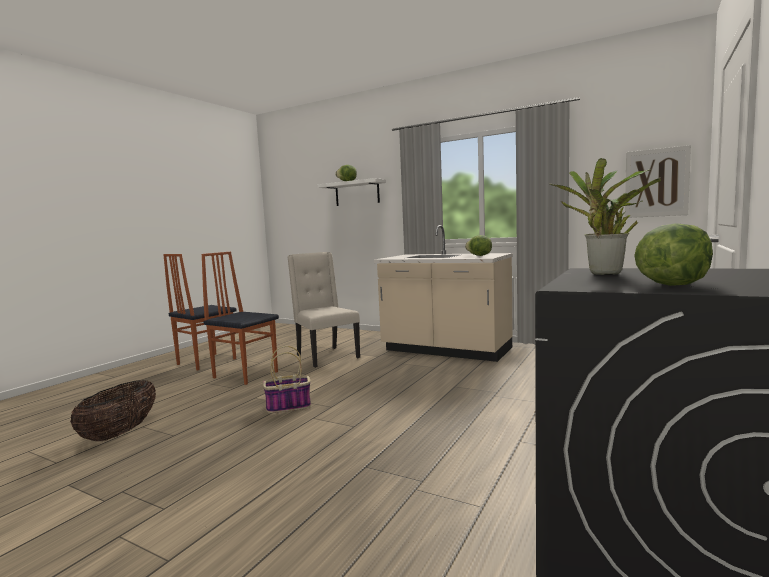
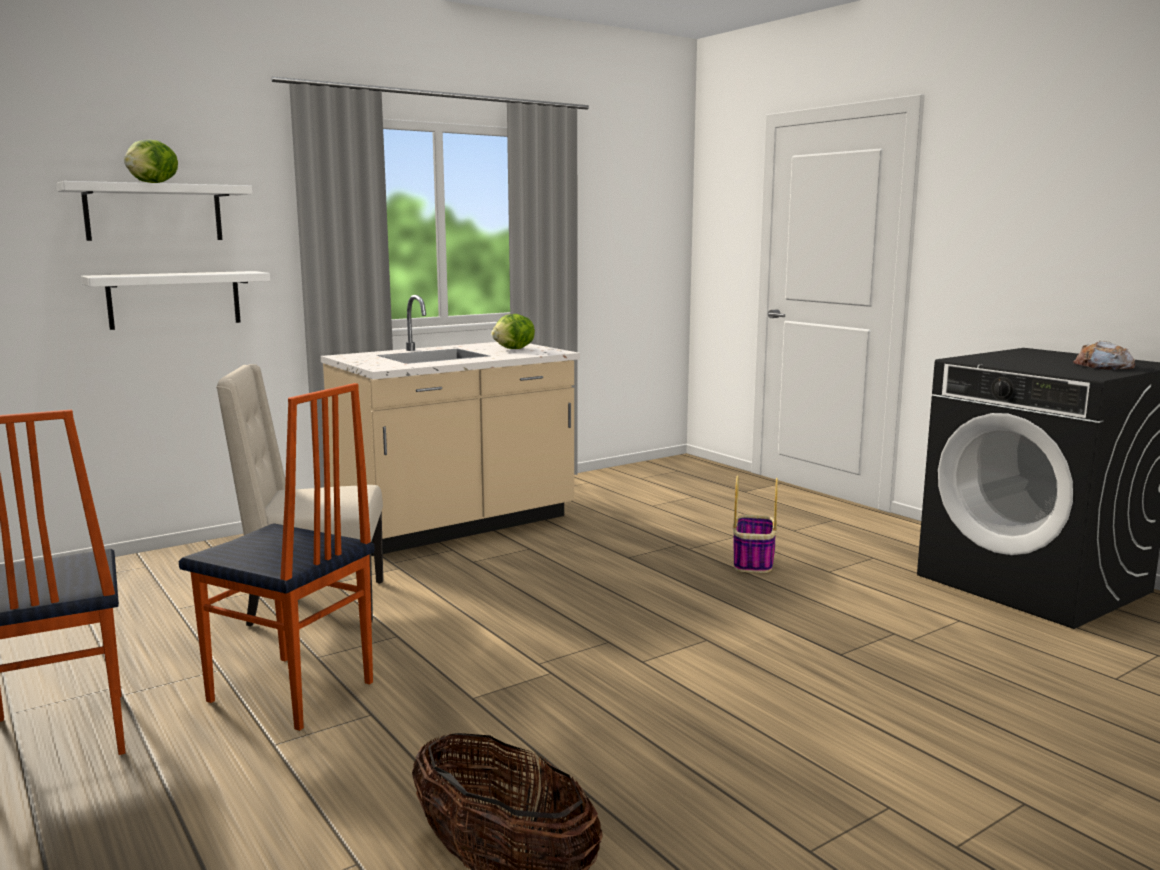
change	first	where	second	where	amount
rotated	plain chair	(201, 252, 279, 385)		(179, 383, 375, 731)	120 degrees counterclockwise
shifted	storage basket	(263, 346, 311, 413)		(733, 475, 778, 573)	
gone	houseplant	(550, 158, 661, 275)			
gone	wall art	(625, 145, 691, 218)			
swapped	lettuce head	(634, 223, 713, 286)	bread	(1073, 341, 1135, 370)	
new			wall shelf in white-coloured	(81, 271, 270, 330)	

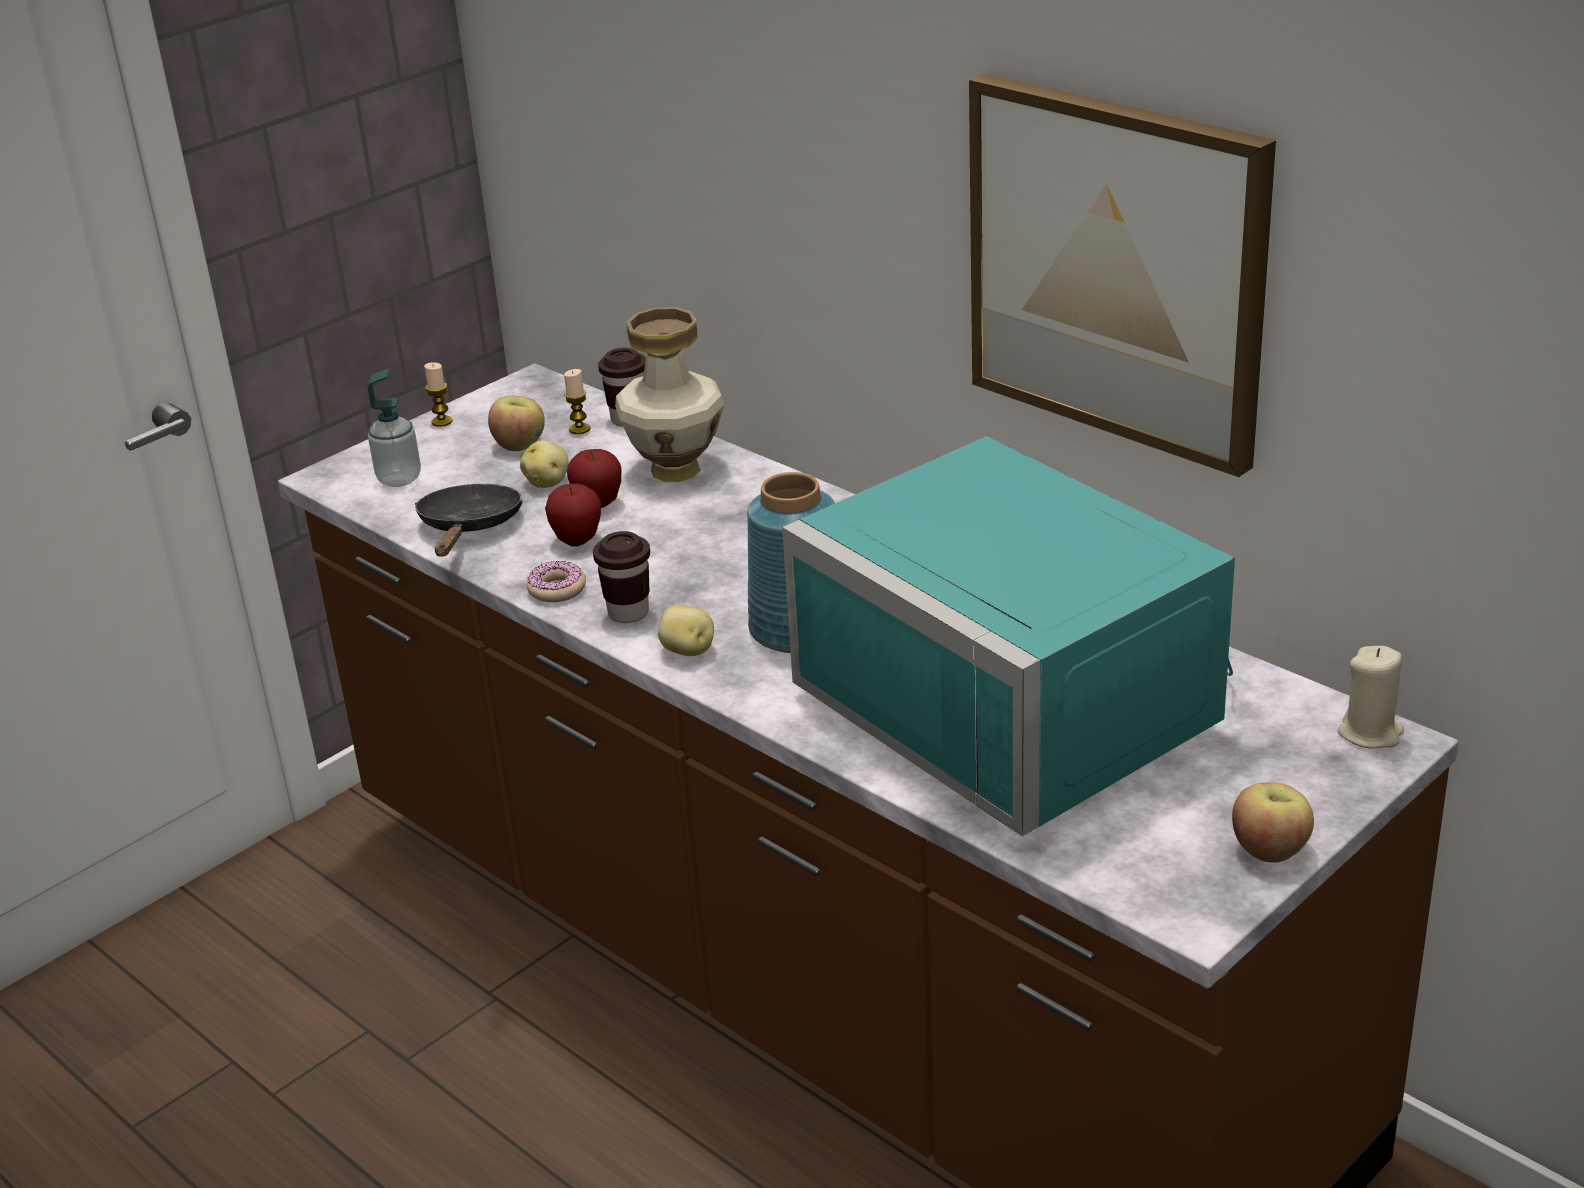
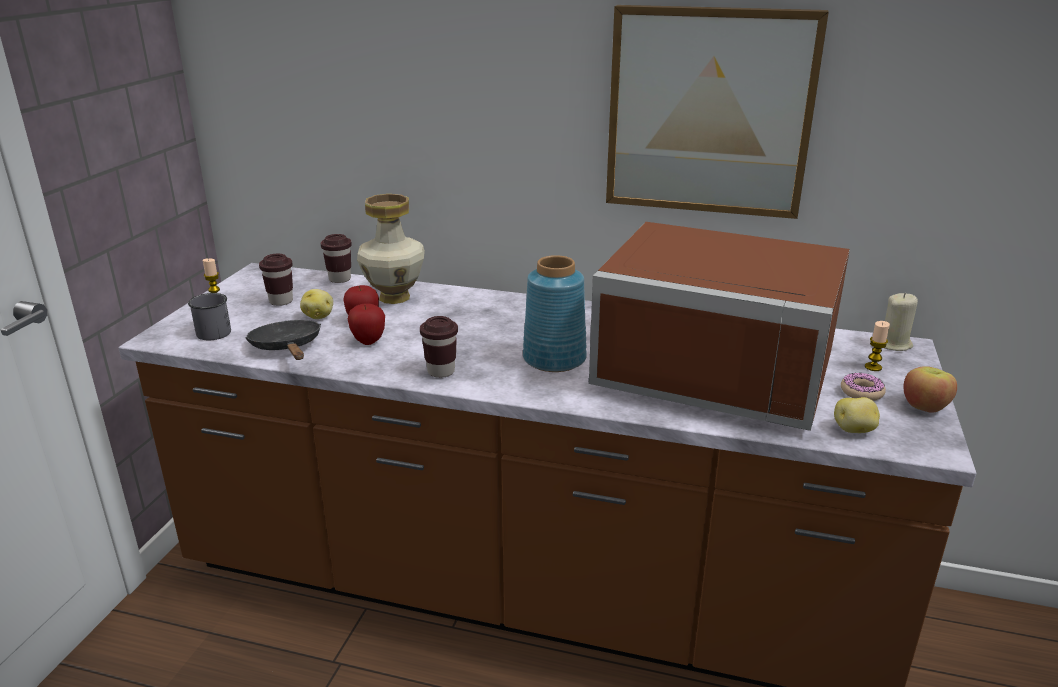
change	first	where	second	where	amount
swapped	soap bottle	(368, 369, 421, 487)	mug in greyish	(188, 293, 231, 340)	
swapped	apple fruit	(488, 396, 545, 451)	small cup in brownish	(259, 254, 293, 306)	
shifted	ring doughnut	(527, 561, 586, 602)		(841, 372, 886, 401)	
shifted	candle	(564, 369, 590, 434)		(865, 321, 890, 371)	
shifted	whole potato	(658, 605, 714, 656)		(834, 397, 880, 433)	
repainted	kitchen microwave in turquoise	(782, 436, 1235, 836)	kitchen microwave in brownish	(589, 222, 850, 431)	

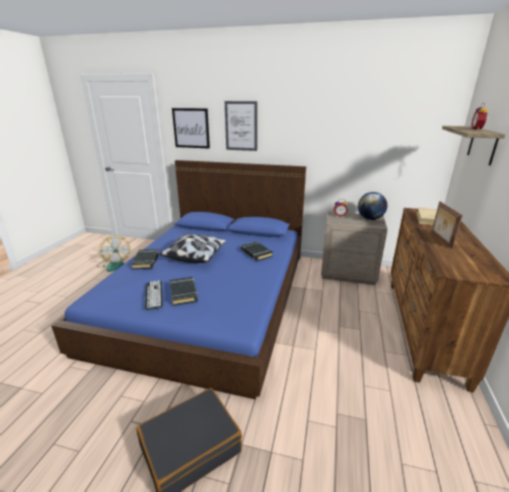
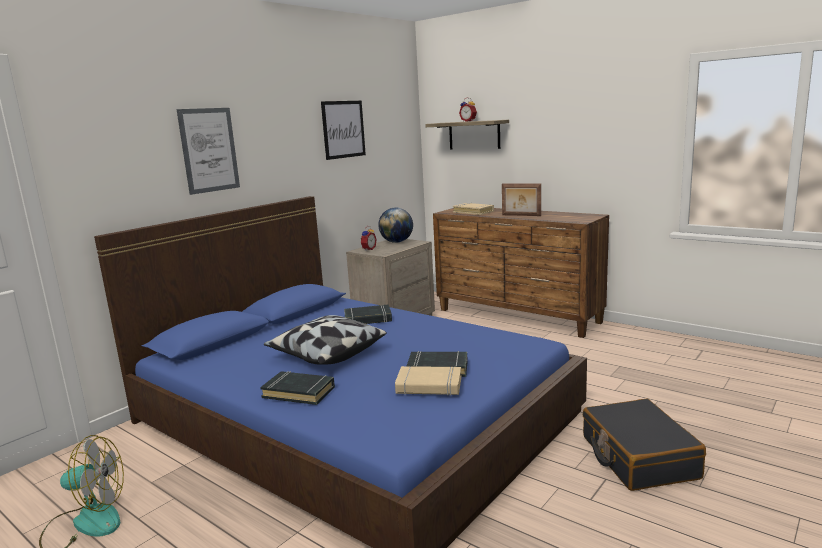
change	first	where	second	where	amount
swapped	computer keyboard	(145, 281, 163, 310)	book in beige	(395, 366, 461, 396)	
shifted	wall art	(172, 108, 210, 148)		(321, 101, 366, 160)	

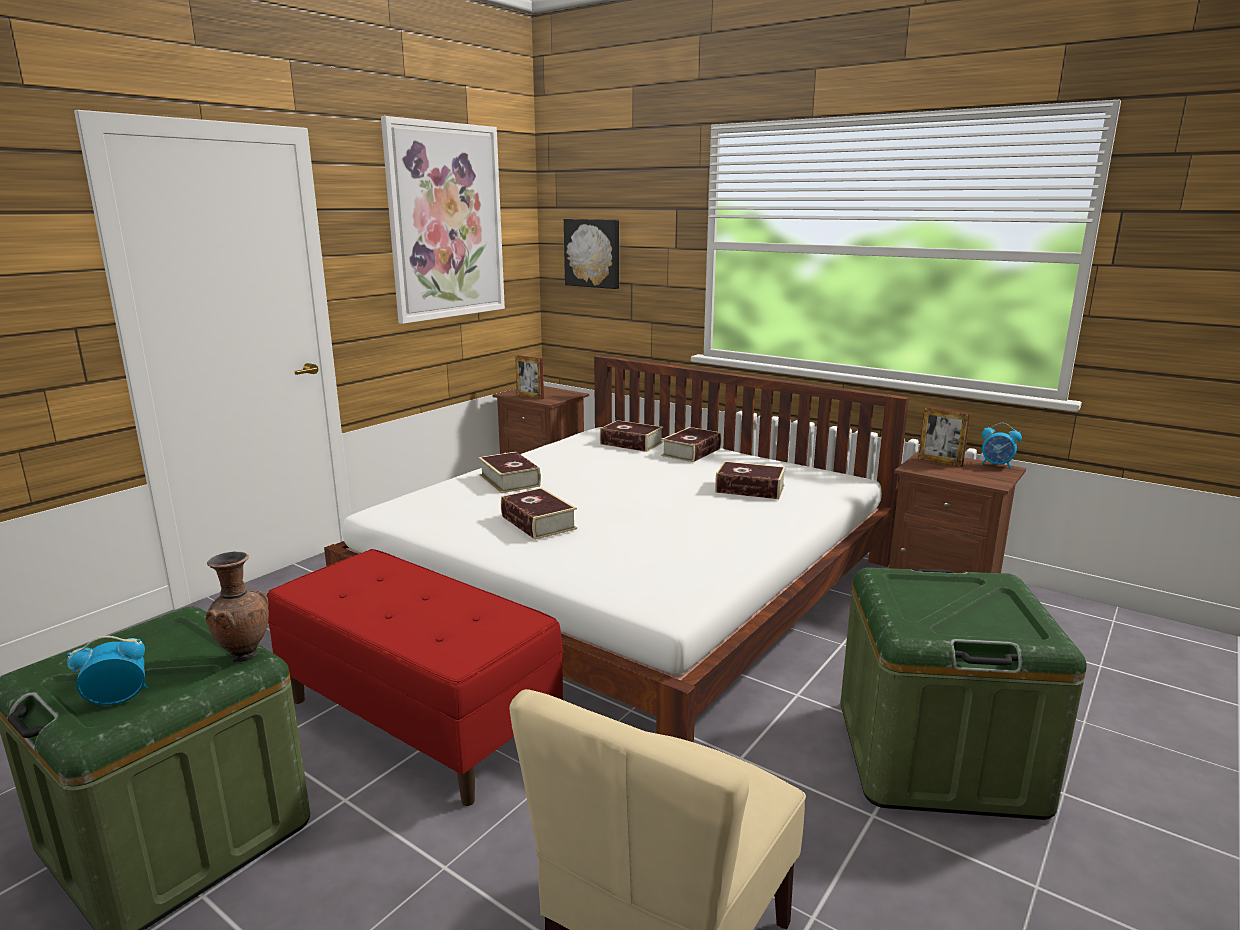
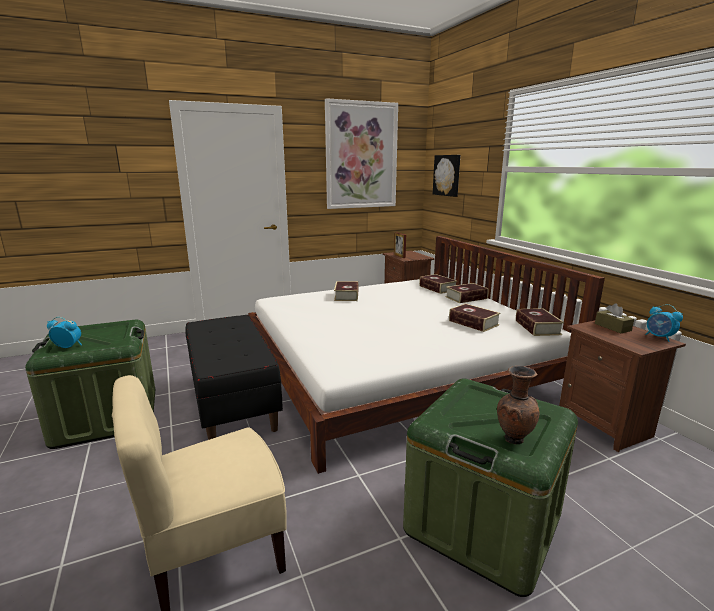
change	first	where	second	where	amount
shifted	flower vase in brownish	(206, 551, 269, 662)		(497, 366, 540, 444)	
repainted	long seat in reddish	(267, 549, 563, 806)	long seat in black-coloured	(185, 315, 283, 440)	
shifted	book	(501, 488, 577, 540)		(516, 308, 564, 336)	
swapped	standing frame	(918, 407, 970, 467)	box of tissues in brownish	(595, 303, 634, 333)	

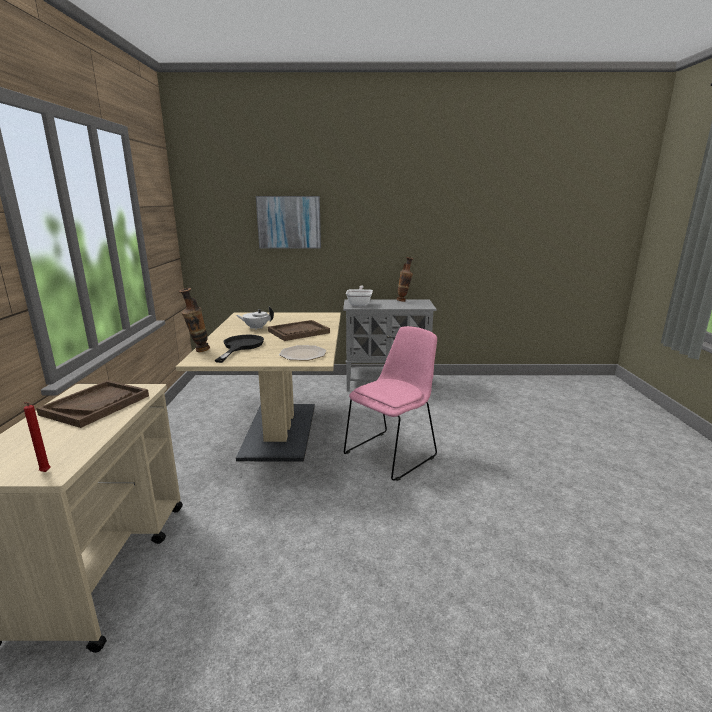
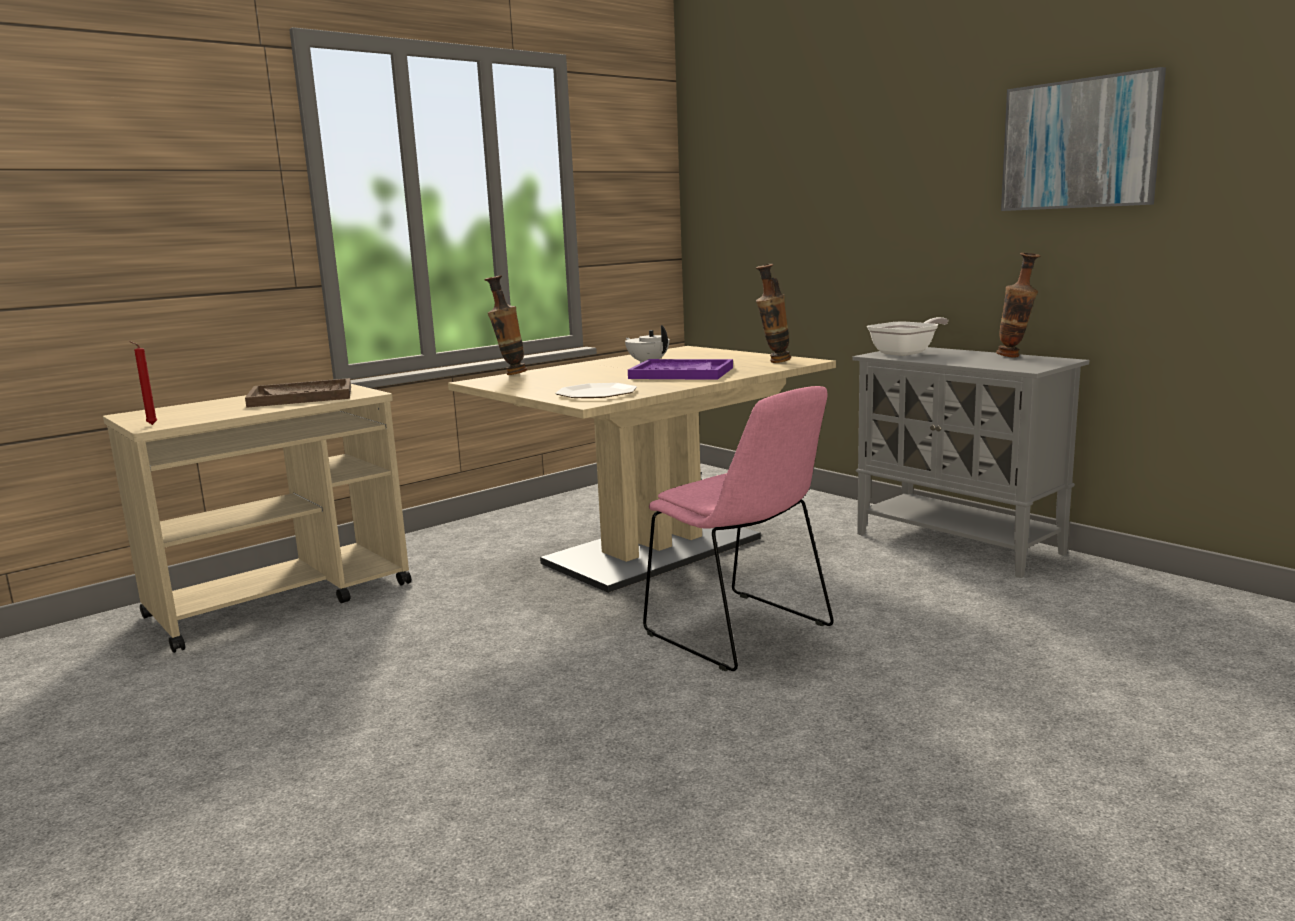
change	first	where	second	where	amount
gone	frying pan in black-coloured	(215, 335, 264, 363)			
shifted	wall art	(256, 196, 321, 249)		(1001, 67, 1166, 211)	
repainted	serving tray in brownish	(268, 320, 330, 341)	serving tray in purplish	(628, 359, 733, 380)	
rotated	plain chair in pink	(344, 326, 437, 481)		(643, 386, 834, 671)	45 degrees clockwise
new			flower vase	(756, 264, 791, 363)	

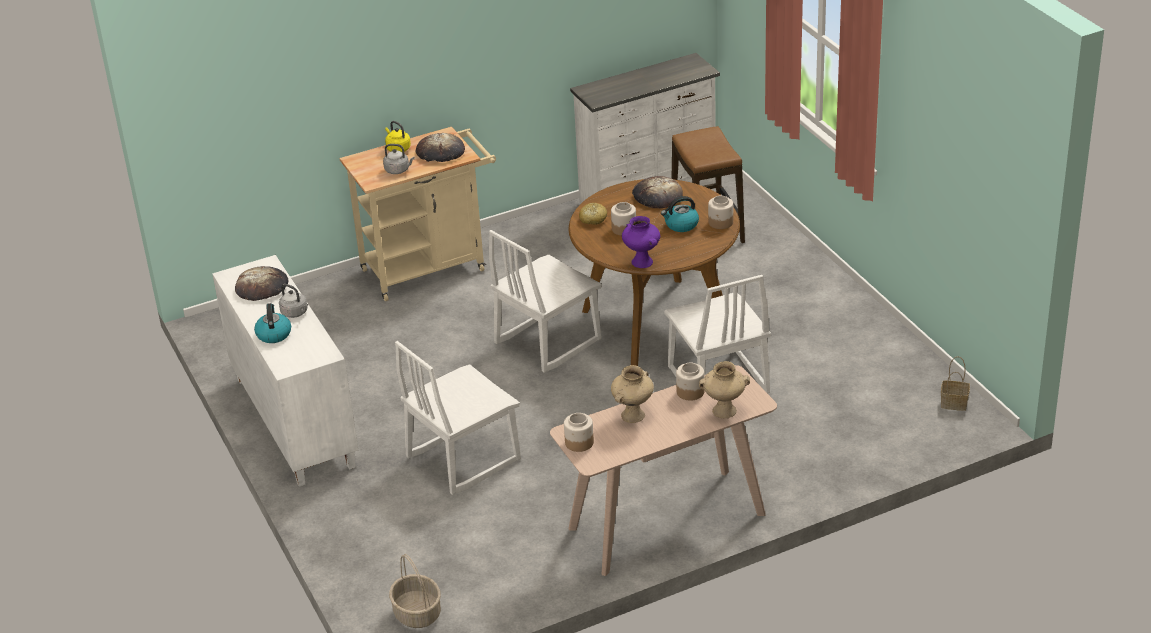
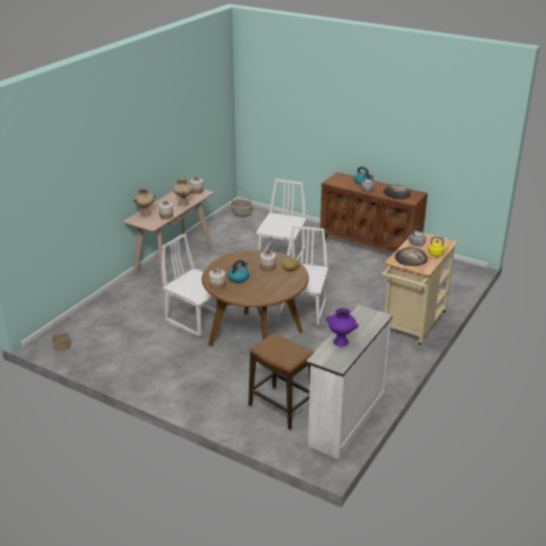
change	first	where	second	where	amount
repainted	storage cabinet in white-coloured	(212, 255, 358, 487)	storage cabinet in brownish	(320, 172, 428, 252)	
shifted	flower vase in purplish	(622, 216, 660, 268)		(326, 308, 358, 347)	
gone	bread	(632, 176, 683, 208)			

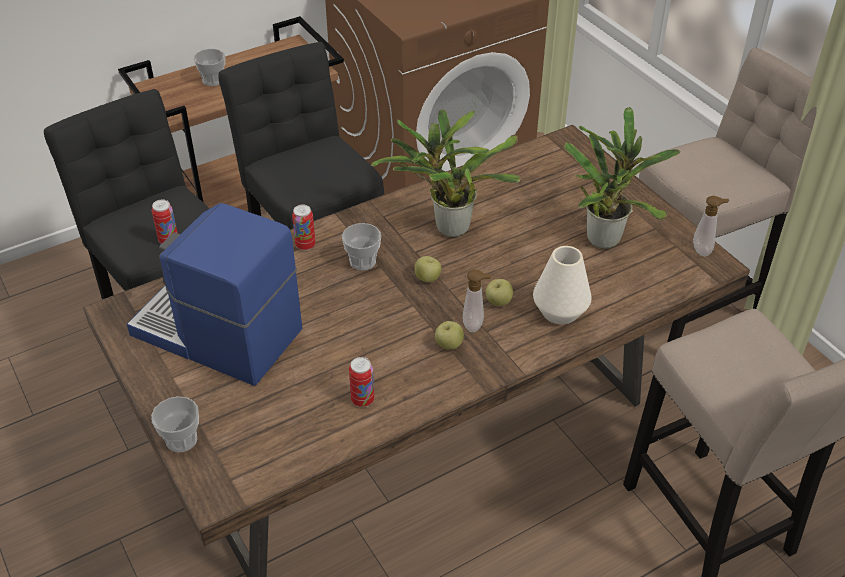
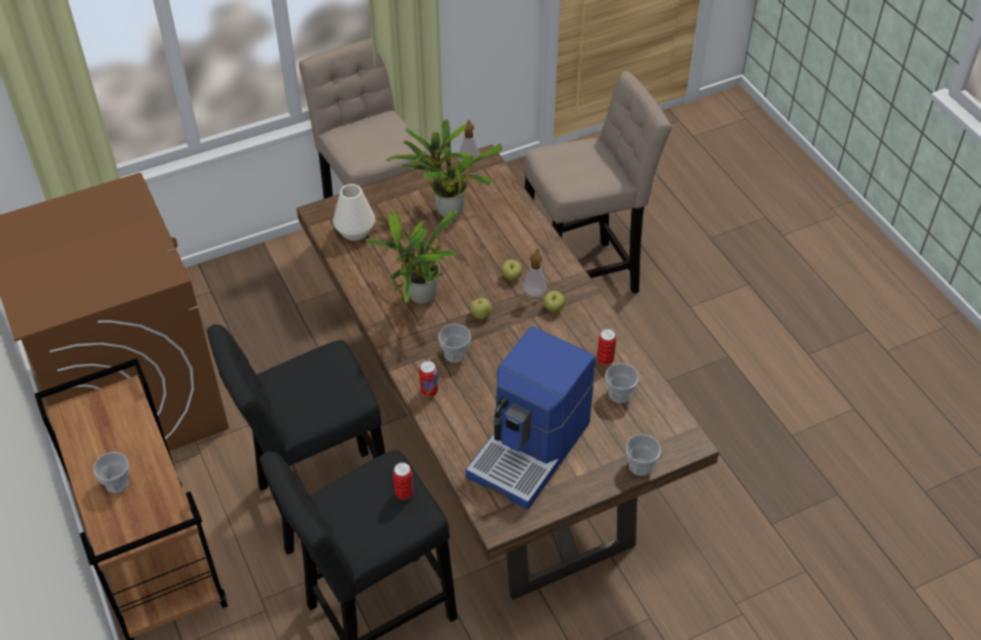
change	first	where	second	where	amount
shifted	flower vase in white-coloured	(533, 246, 592, 325)		(333, 184, 375, 241)	
new			small cup	(605, 363, 639, 403)	

